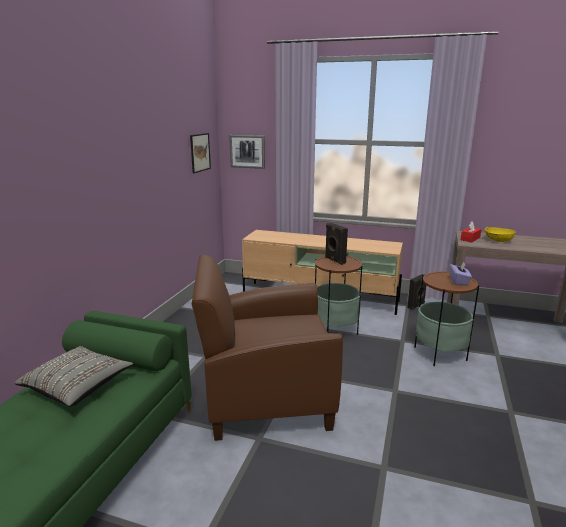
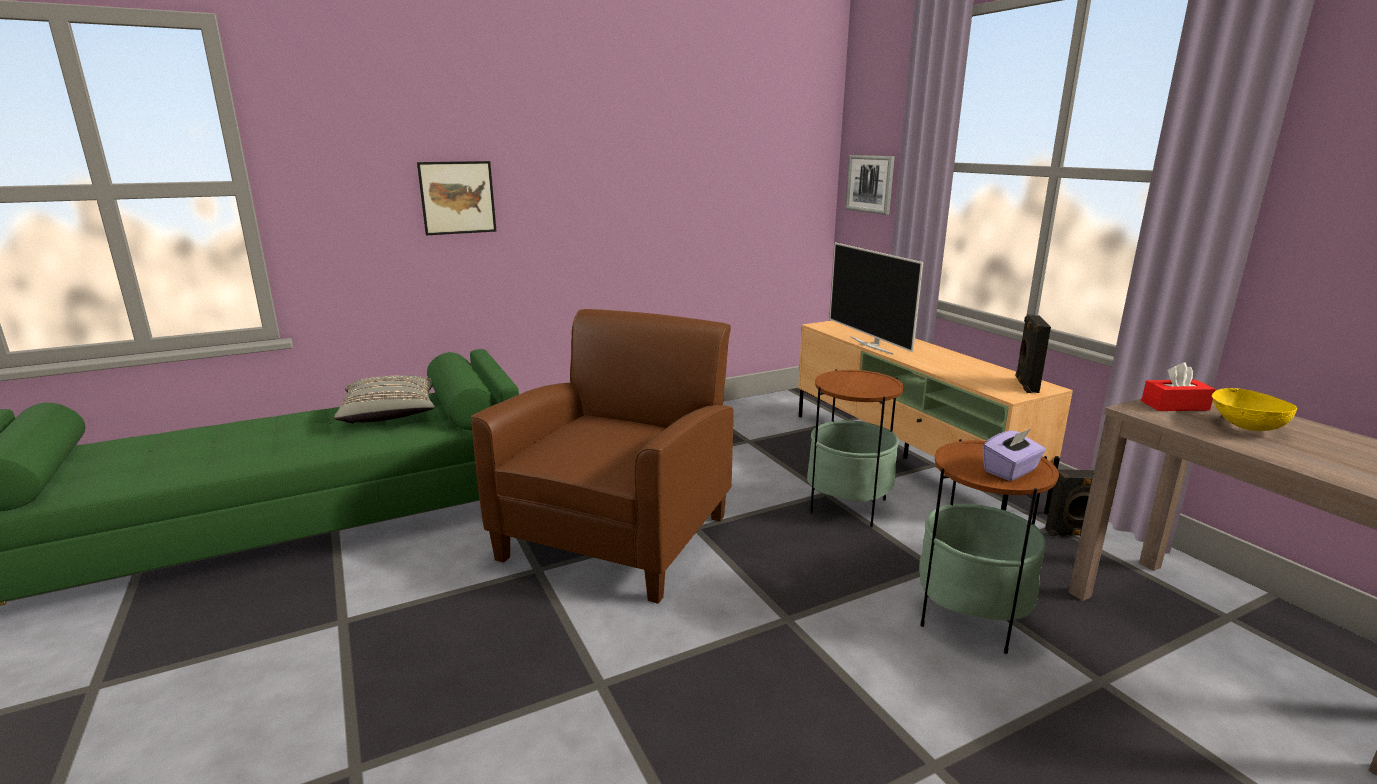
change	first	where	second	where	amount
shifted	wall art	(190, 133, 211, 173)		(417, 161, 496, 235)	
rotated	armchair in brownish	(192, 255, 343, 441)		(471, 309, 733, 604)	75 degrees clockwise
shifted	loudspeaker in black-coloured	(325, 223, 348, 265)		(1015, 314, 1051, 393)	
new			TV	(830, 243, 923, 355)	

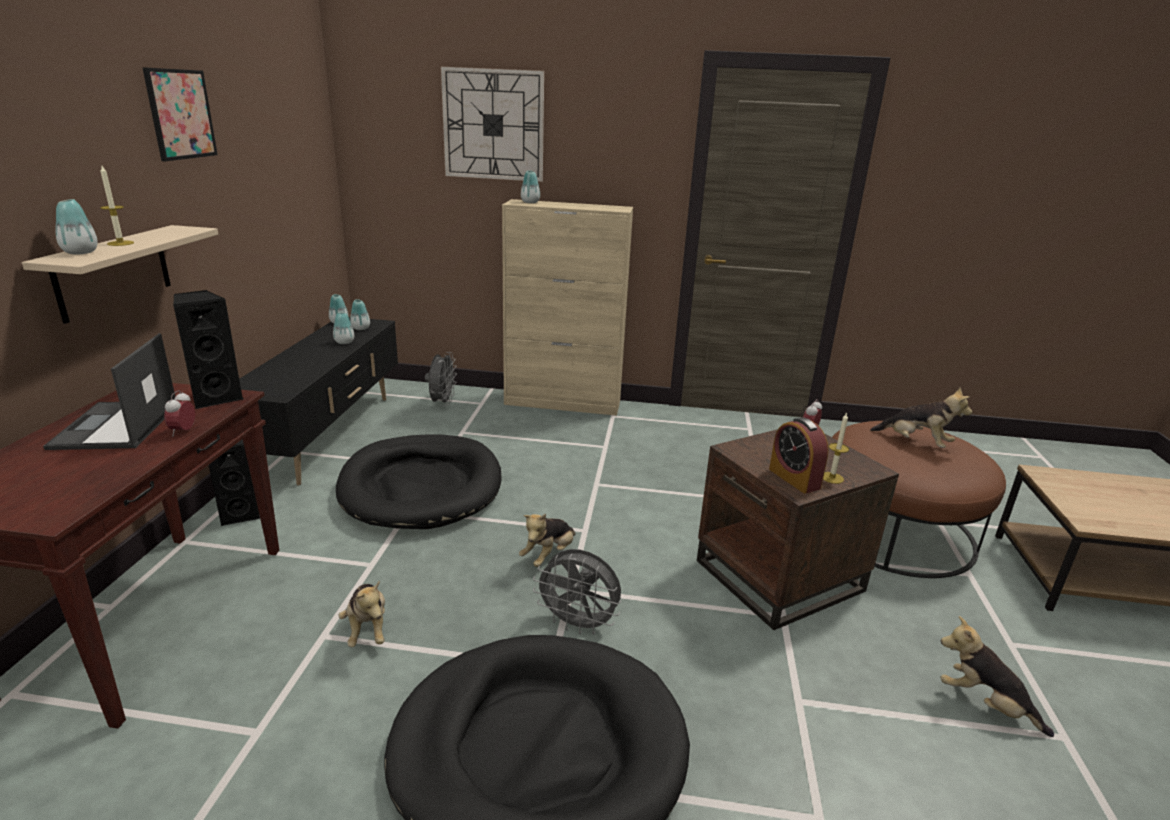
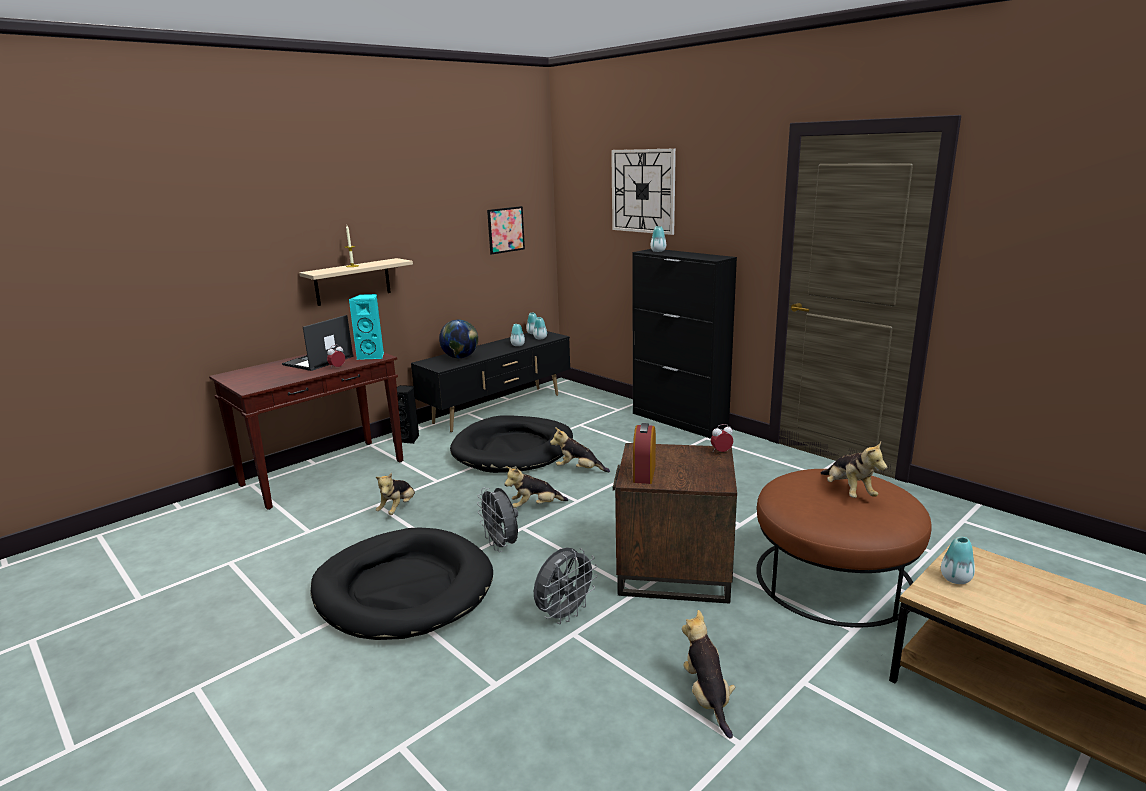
change	first	where	second	where	amount
shifted	flower vase	(55, 199, 98, 254)		(941, 537, 975, 584)	
shifted	wall art	(142, 67, 218, 161)		(487, 206, 525, 255)	
repainted	loudspeaker in black-coloured	(173, 290, 244, 409)	loudspeaker in turquoise	(349, 294, 384, 360)	
shifted	fan in greyish	(425, 352, 457, 406)		(534, 547, 598, 624)	
repainted	storage cabinet in beige	(502, 199, 633, 416)	storage cabinet in black-coloured	(632, 249, 737, 438)	
gone	candle	(823, 412, 849, 484)			
new			globe	(439, 320, 478, 359)	
new			plush toy	(550, 427, 610, 473)	

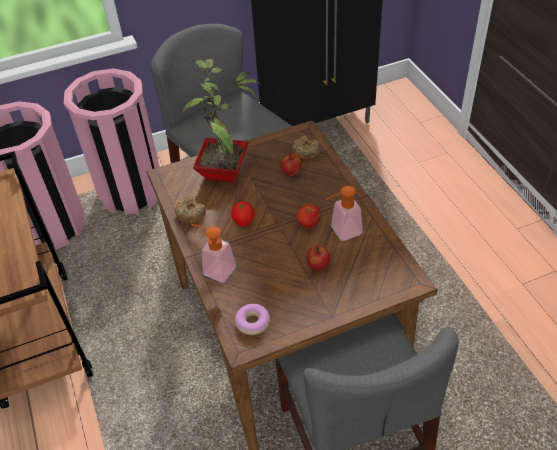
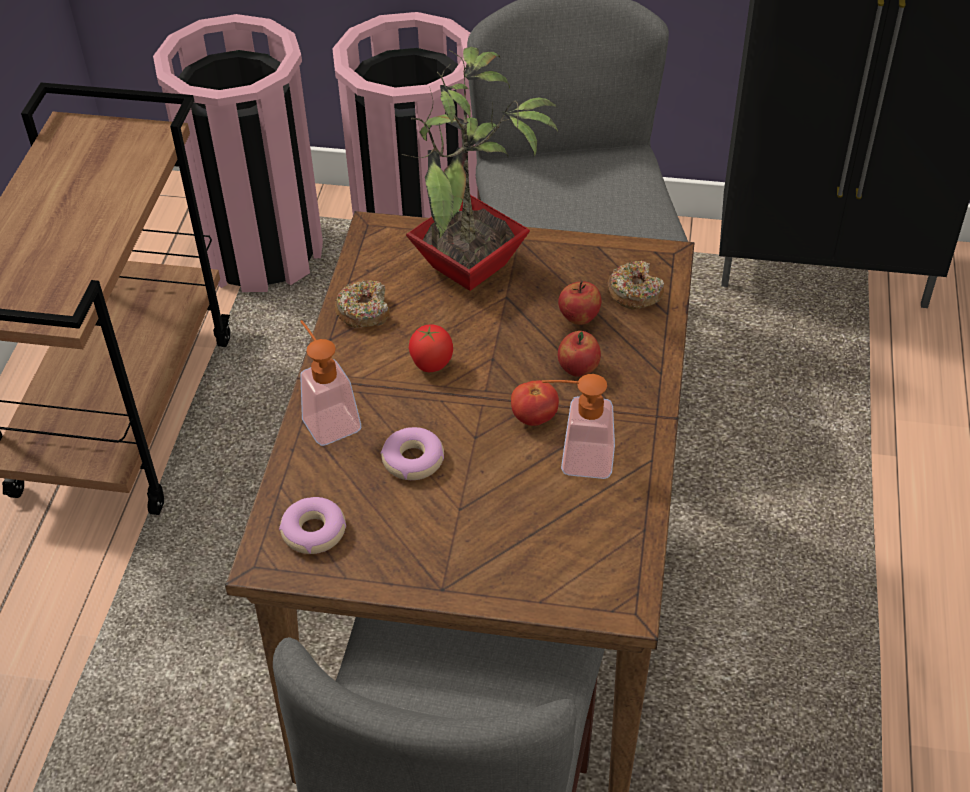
change	first	where	second	where	amount
shifted	apple fruit	(306, 245, 331, 271)		(558, 331, 601, 377)	
new			ring doughnut	(381, 427, 444, 480)	

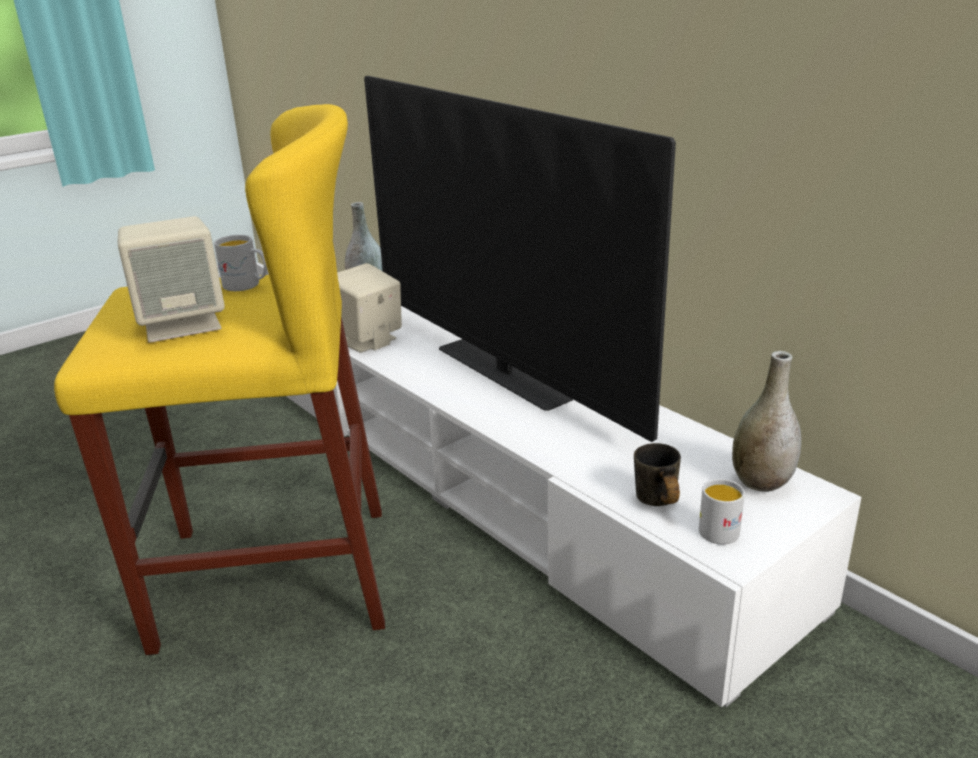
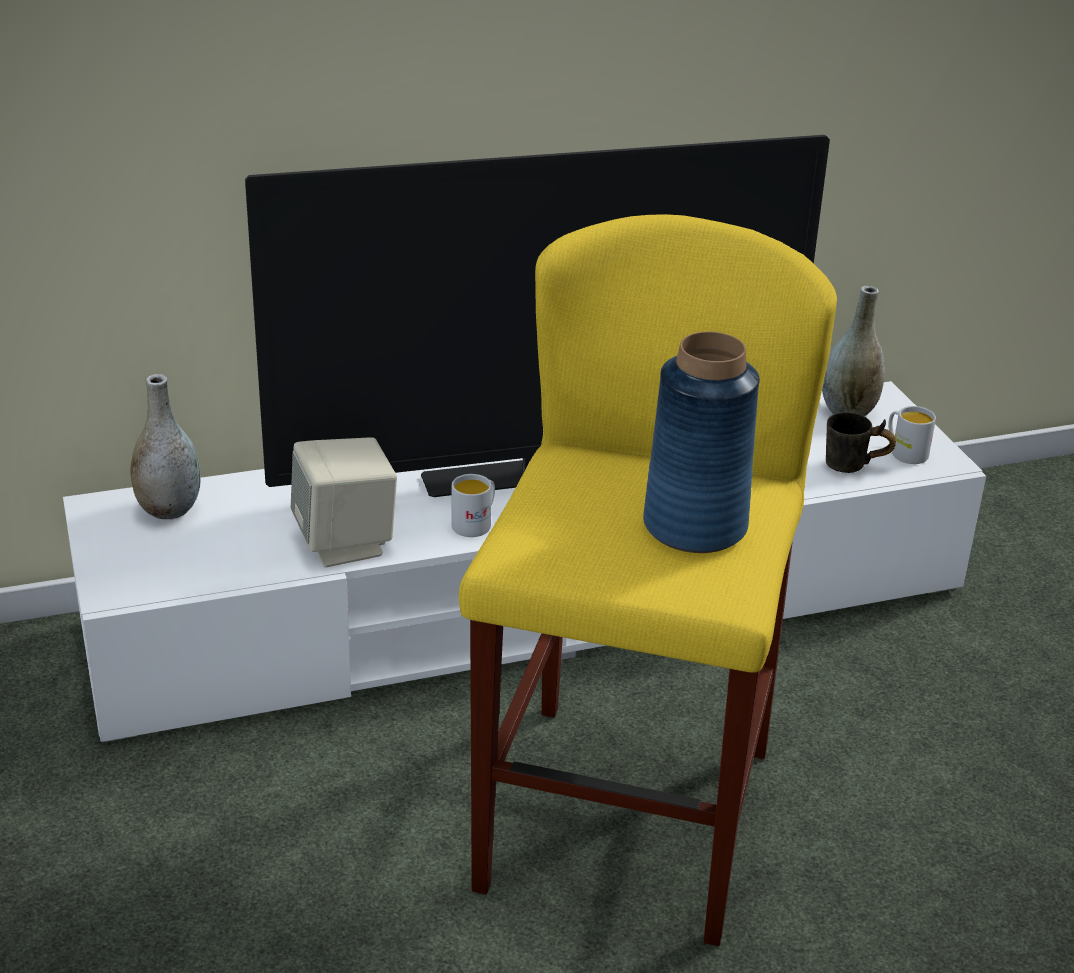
change	first	where	second	where	amount
swapped	loudspeaker in beige	(118, 216, 225, 343)	flower vase in blue	(643, 332, 760, 553)	
shifted	mug in white-coloured	(214, 235, 267, 291)		(451, 474, 495, 537)	

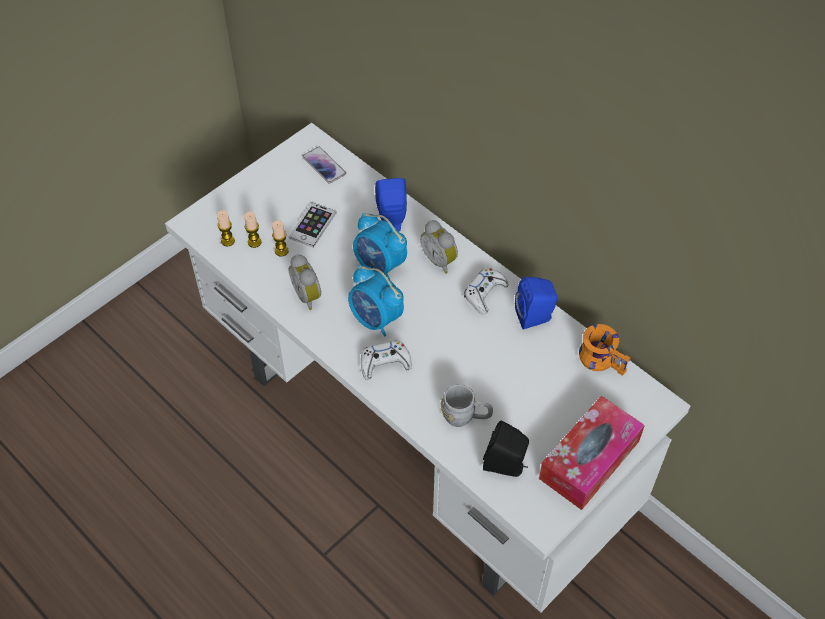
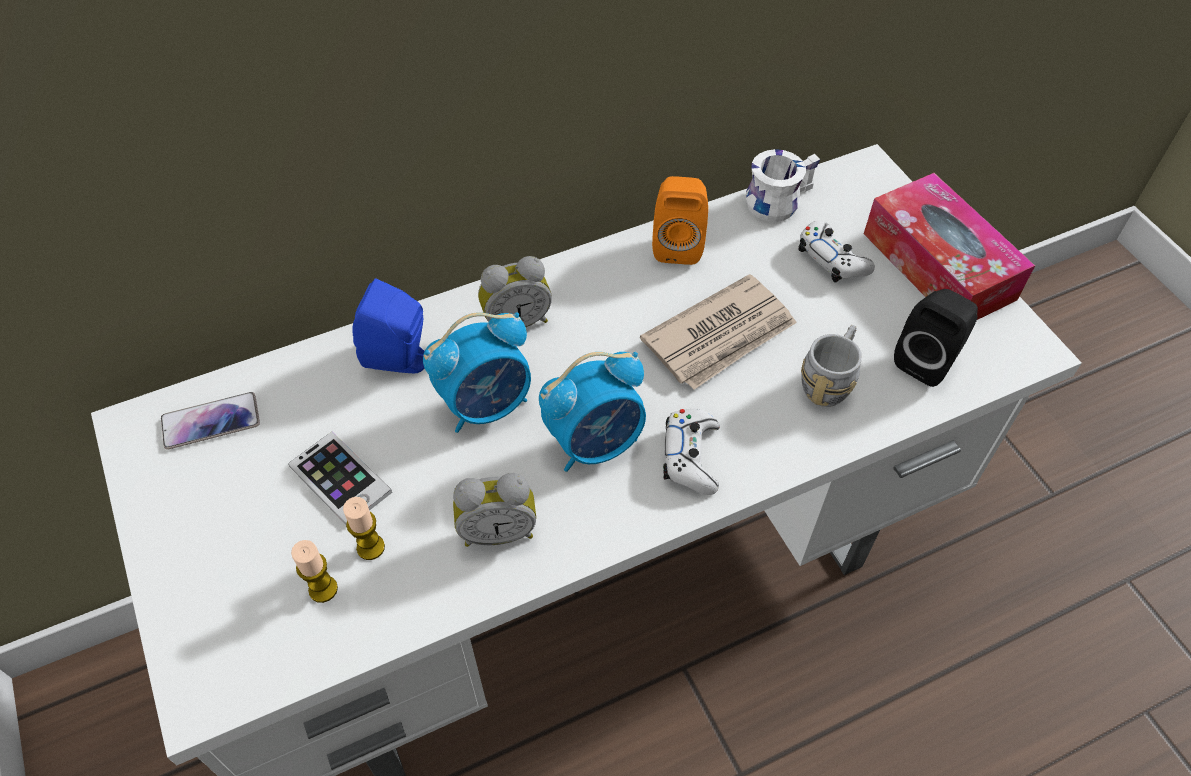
change	first	where	second	where	amount
gone	candle	(217, 210, 235, 246)			
shifted	joypad in white-coloured	(464, 268, 508, 315)		(798, 221, 875, 282)	
repainted	loudspeaker in blue	(515, 277, 558, 330)	loudspeaker in orange	(652, 176, 708, 265)	
repainted	mug in orange	(579, 324, 631, 376)	mug in white-coloured	(746, 149, 820, 222)	
new			newspaper	(640, 274, 797, 390)	

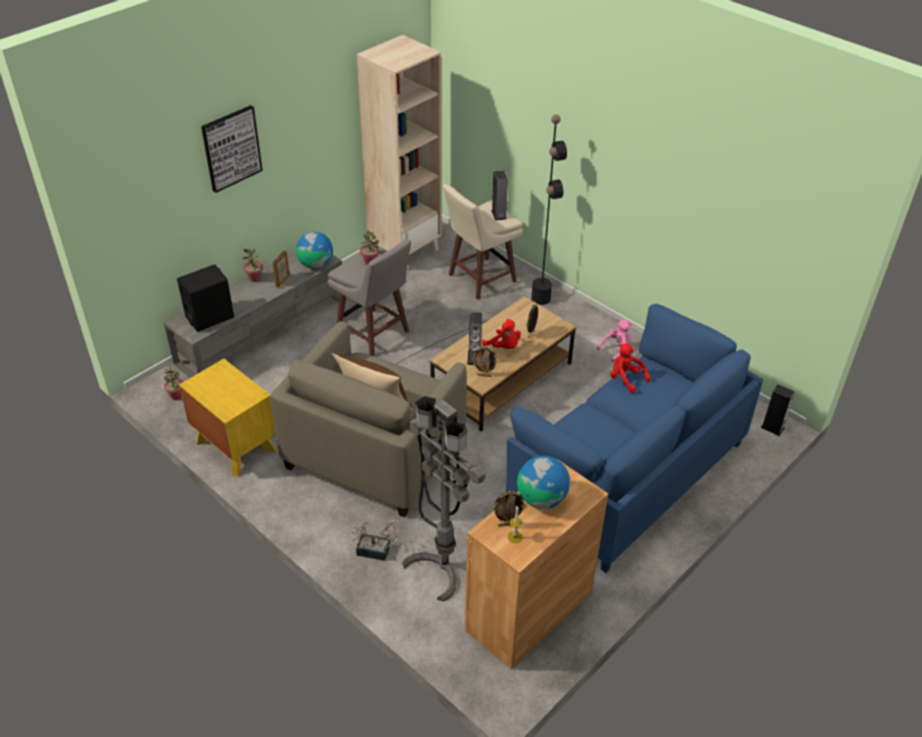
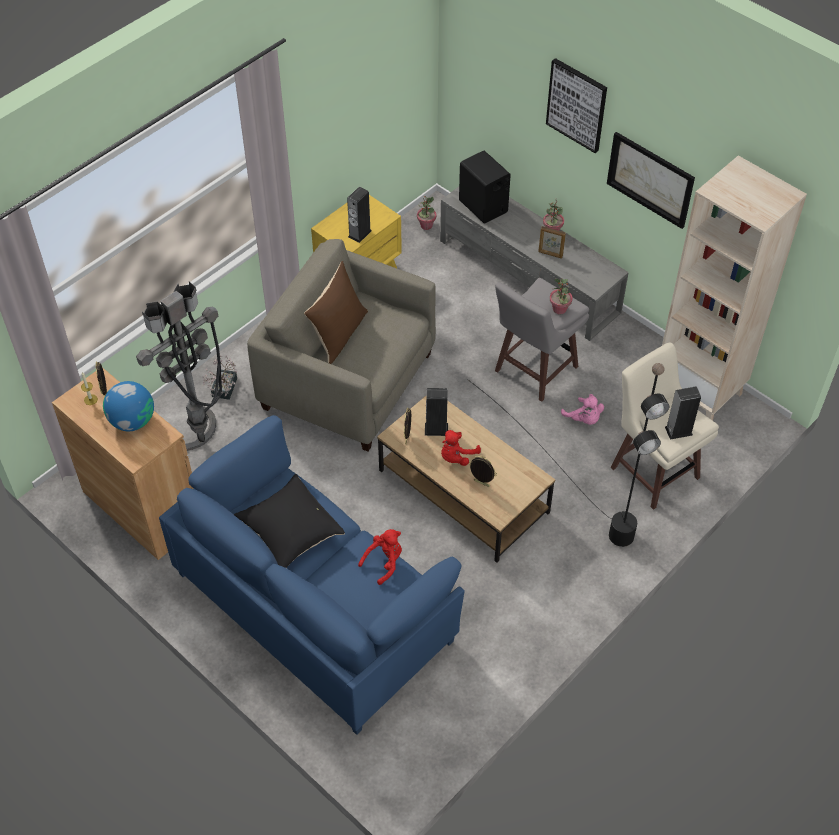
change	first	where	second	where	amount
gone	globe	(296, 232, 333, 269)			
shifted	plush toy in pink	(597, 320, 632, 362)		(561, 394, 604, 425)	
shifted	loudspeaker	(760, 384, 795, 436)		(347, 187, 372, 243)	
new			pillow in black-coloured	(234, 474, 345, 568)	
new			wall art	(607, 132, 695, 229)	

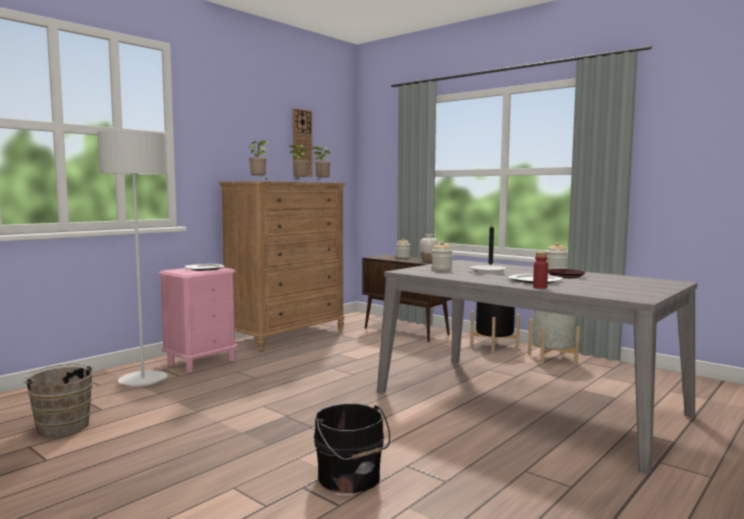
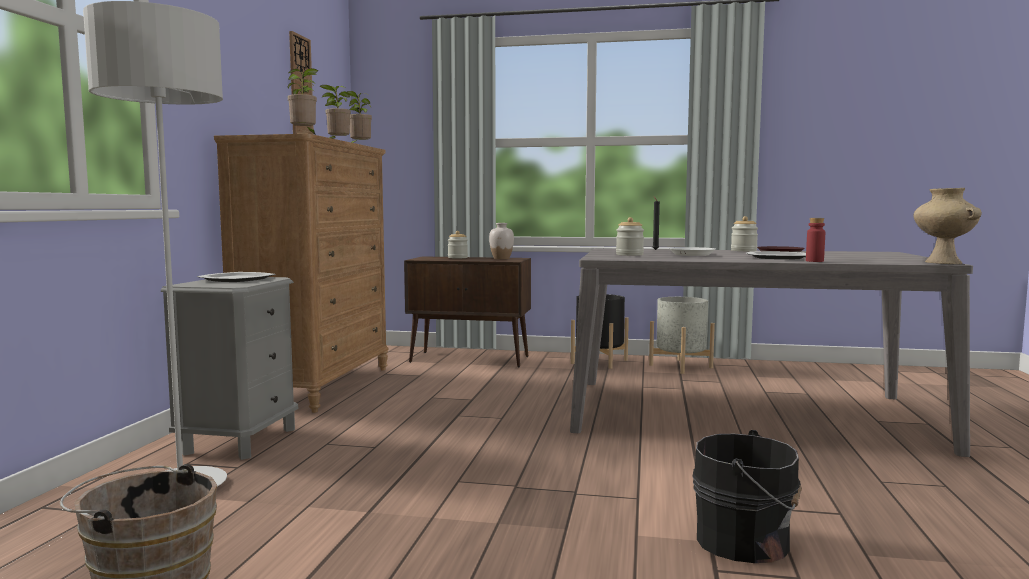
change	first	where	second	where	amount
repainted	night table in pink	(158, 267, 238, 372)	night table in greyish	(161, 277, 298, 460)	
new			flower vase in beige	(914, 188, 982, 264)	

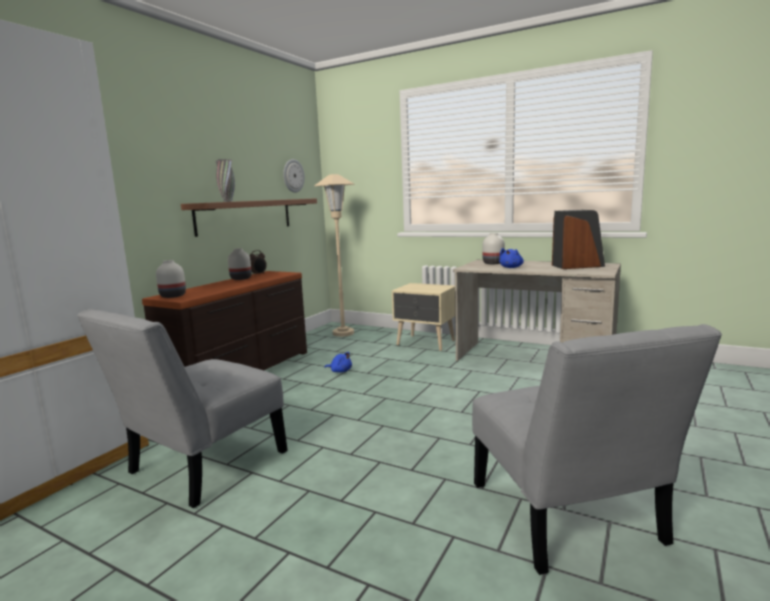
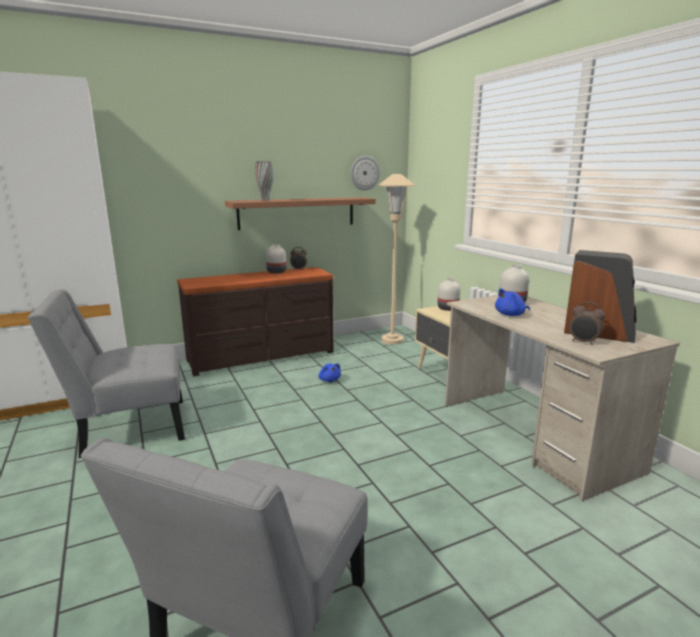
change	first	where	second	where	amount
shifted	flower vase in white-coloured	(156, 260, 186, 298)		(438, 278, 461, 311)	
new			alarm clock	(569, 302, 605, 345)	

